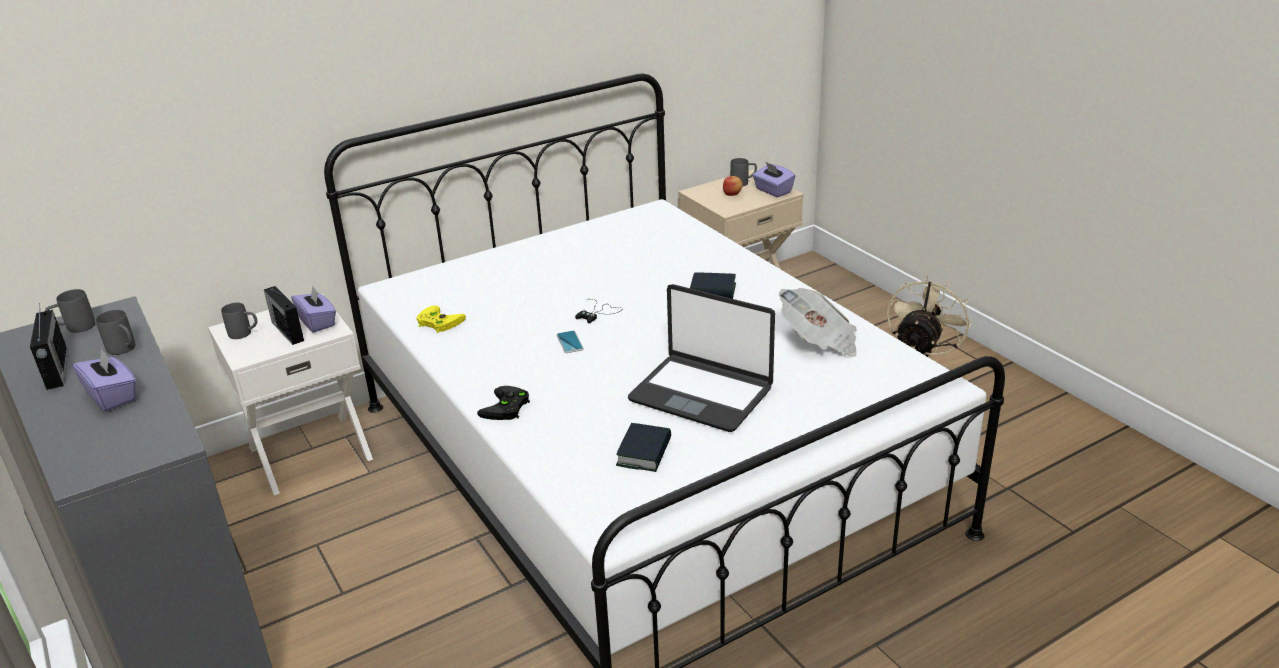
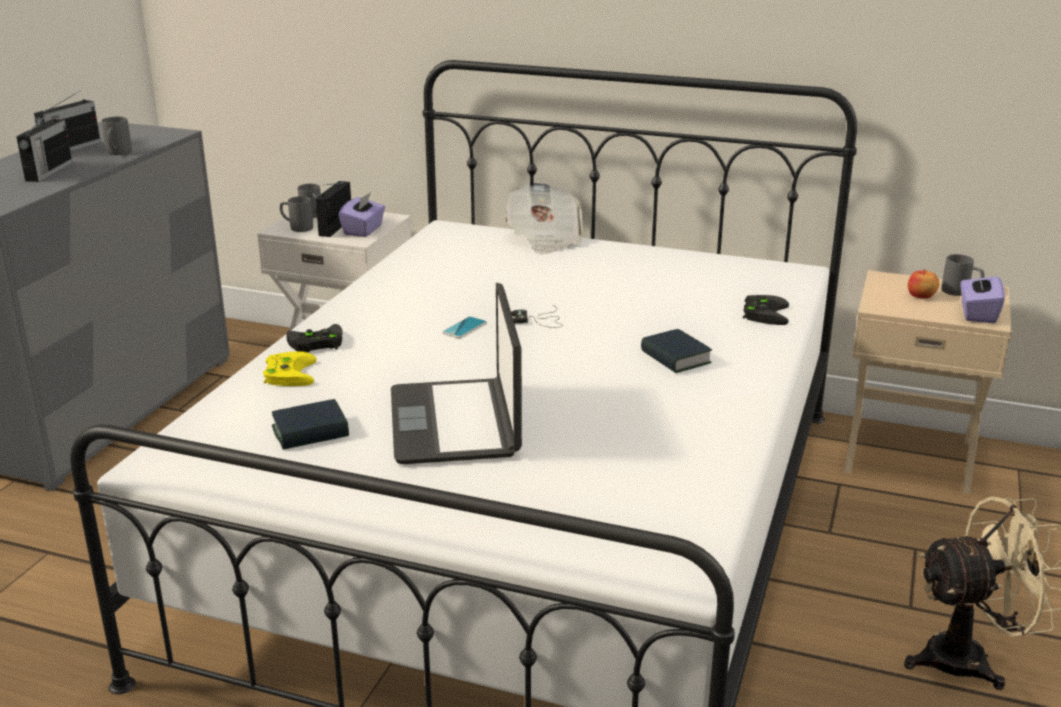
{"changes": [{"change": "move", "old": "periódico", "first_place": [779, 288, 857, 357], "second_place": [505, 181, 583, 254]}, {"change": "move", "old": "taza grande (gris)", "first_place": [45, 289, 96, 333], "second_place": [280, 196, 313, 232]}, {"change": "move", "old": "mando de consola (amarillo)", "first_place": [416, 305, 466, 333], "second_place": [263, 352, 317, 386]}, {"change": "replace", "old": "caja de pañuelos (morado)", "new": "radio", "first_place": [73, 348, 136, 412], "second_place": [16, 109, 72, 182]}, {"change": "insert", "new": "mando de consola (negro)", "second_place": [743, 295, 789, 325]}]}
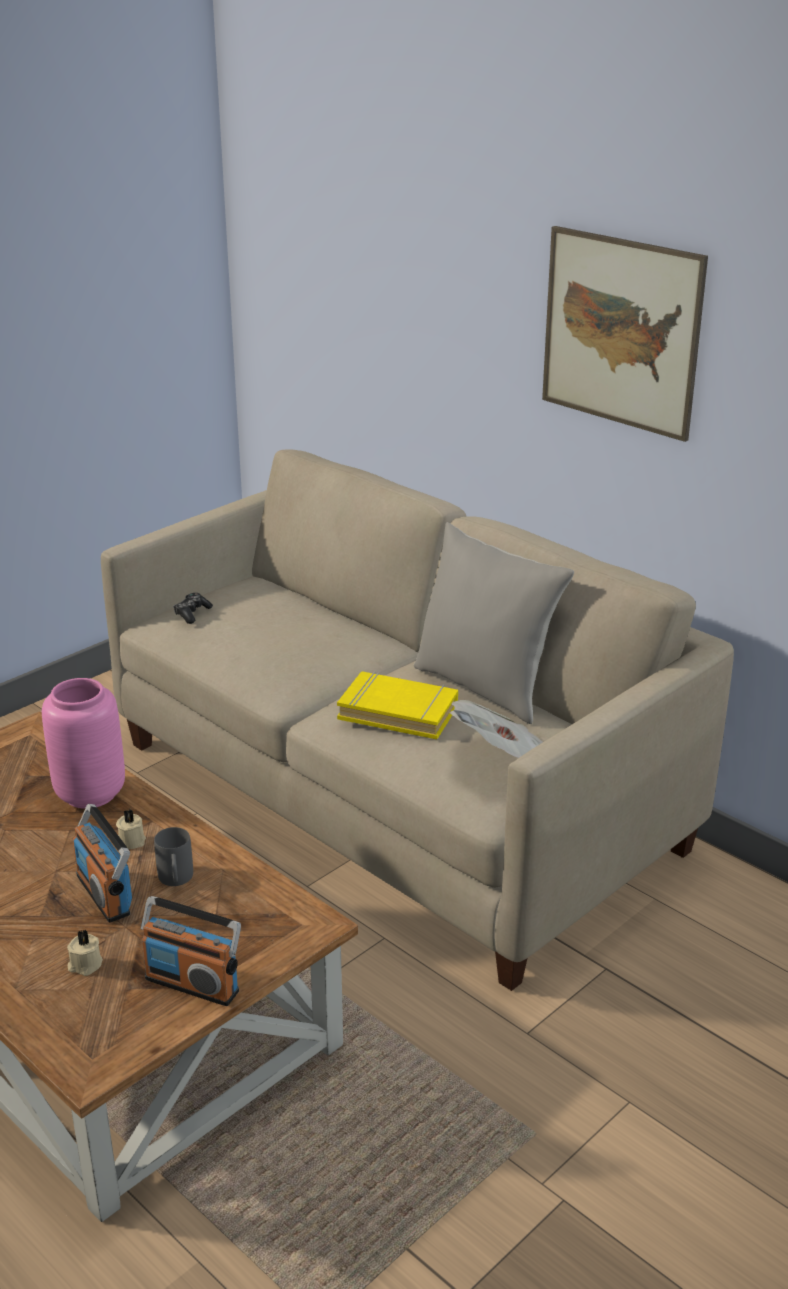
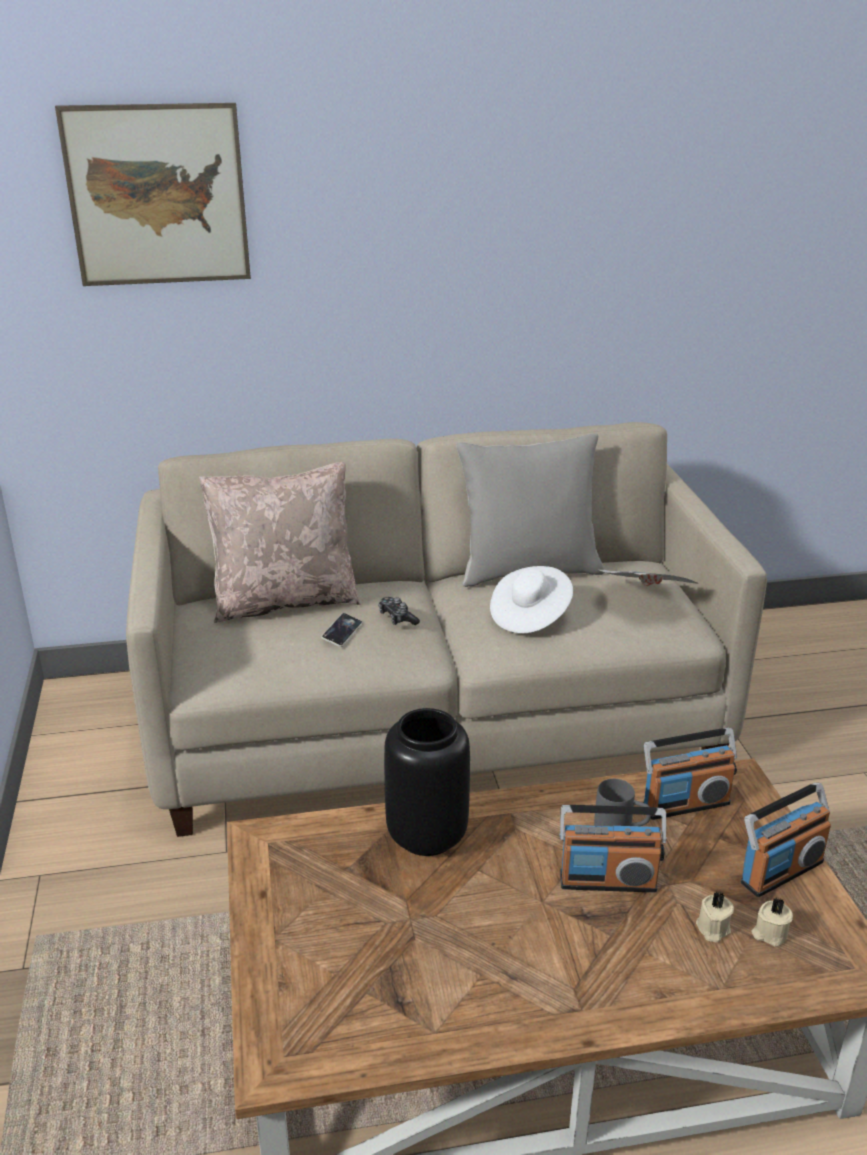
{"changes": [{"change": "move", "old": "cuadro", "first_place": [542, 226, 708, 442], "second_place": [55, 103, 251, 286]}, {"change": "move", "old": "mando de consola", "first_place": [173, 593, 213, 624], "second_place": [378, 597, 420, 625]}, {"change": "replace", "old": "libro (amarillo)", "new": "sombrero (blanco)", "first_place": [337, 671, 458, 739], "second_place": [490, 566, 573, 633]}, {"change": "recolor", "old": "florero (rosa)", "new": "florero (negro)", "first_place": [42, 678, 125, 809], "second_place": [384, 708, 470, 856]}, {"change": "move", "old": "vela (beis)", "first_place": [116, 810, 146, 849], "second_place": [752, 898, 793, 947]}, {"change": "insert", "new": "cojín (beis)", "second_place": [199, 462, 361, 623]}, {"change": "insert", "new": "móvil", "second_place": [321, 613, 363, 647]}, {"change": "insert", "new": "radio", "second_place": [643, 728, 737, 820]}]}
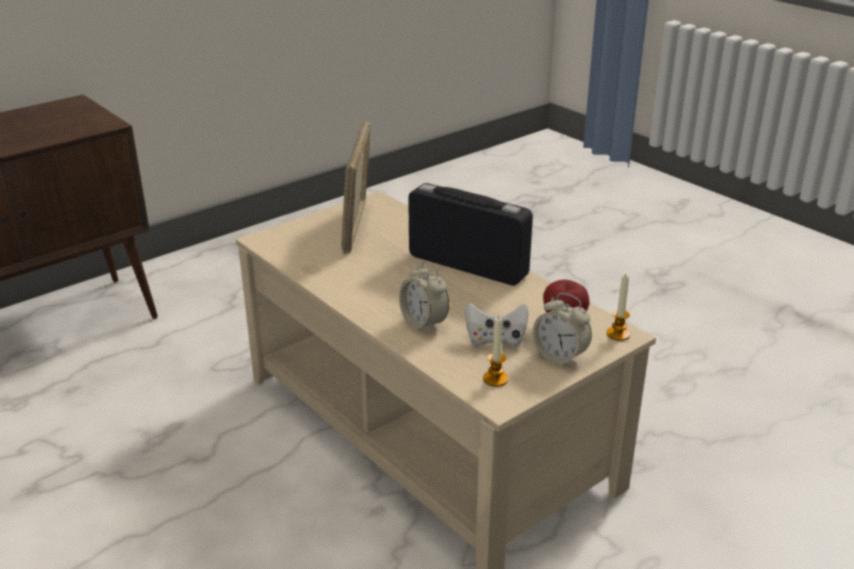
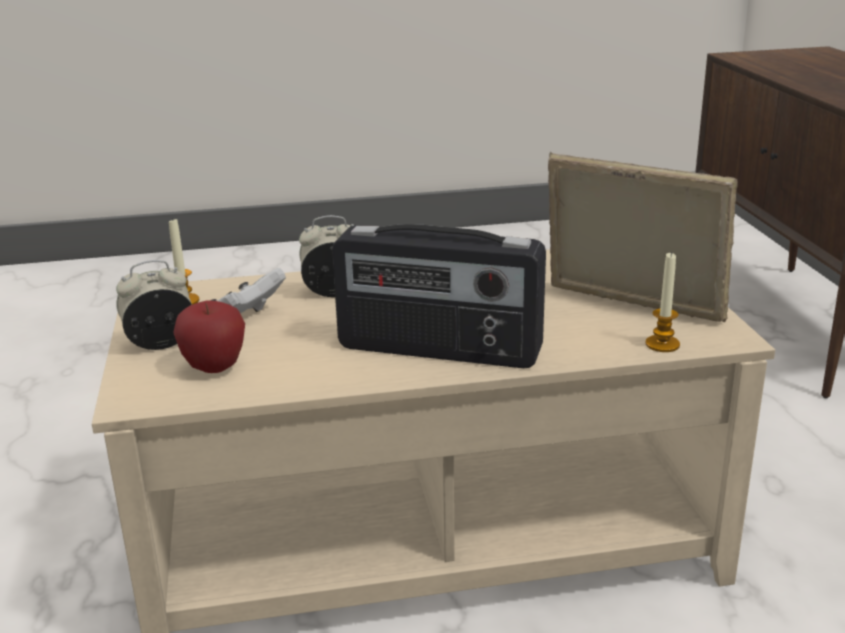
{"changes": [{"change": "rotate", "old": "radio", "first_place": [408, 183, 533, 286], "second_place": [332, 224, 546, 368], "degrees": 45}, {"change": "move", "old": "vela", "first_place": [607, 275, 630, 341], "second_place": [646, 251, 680, 352]}]}
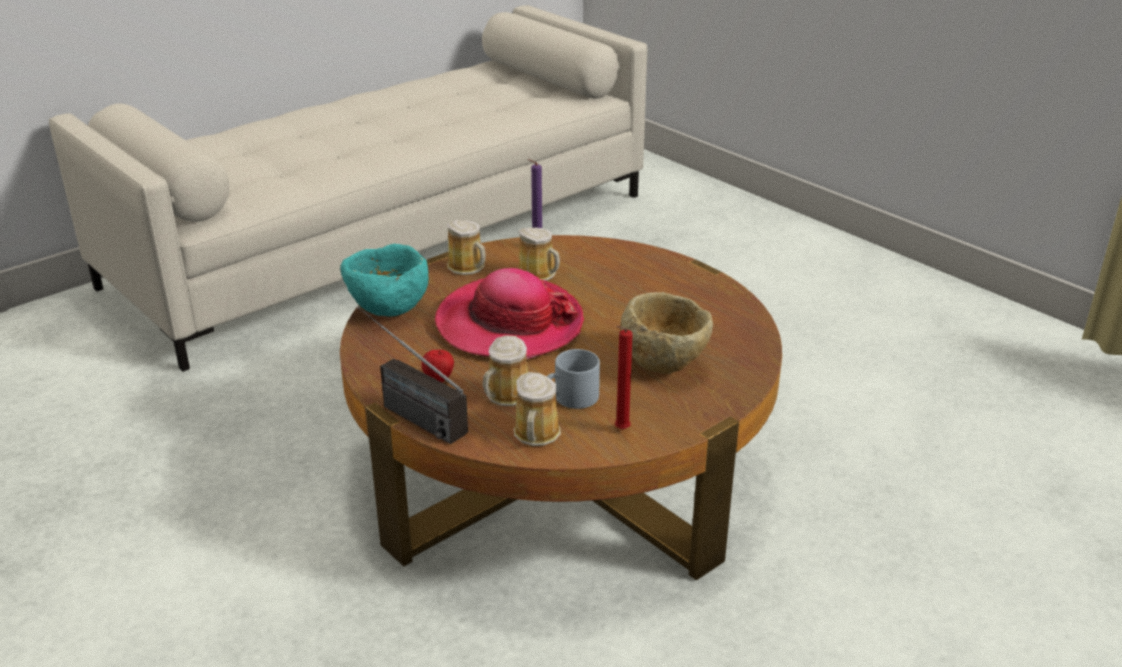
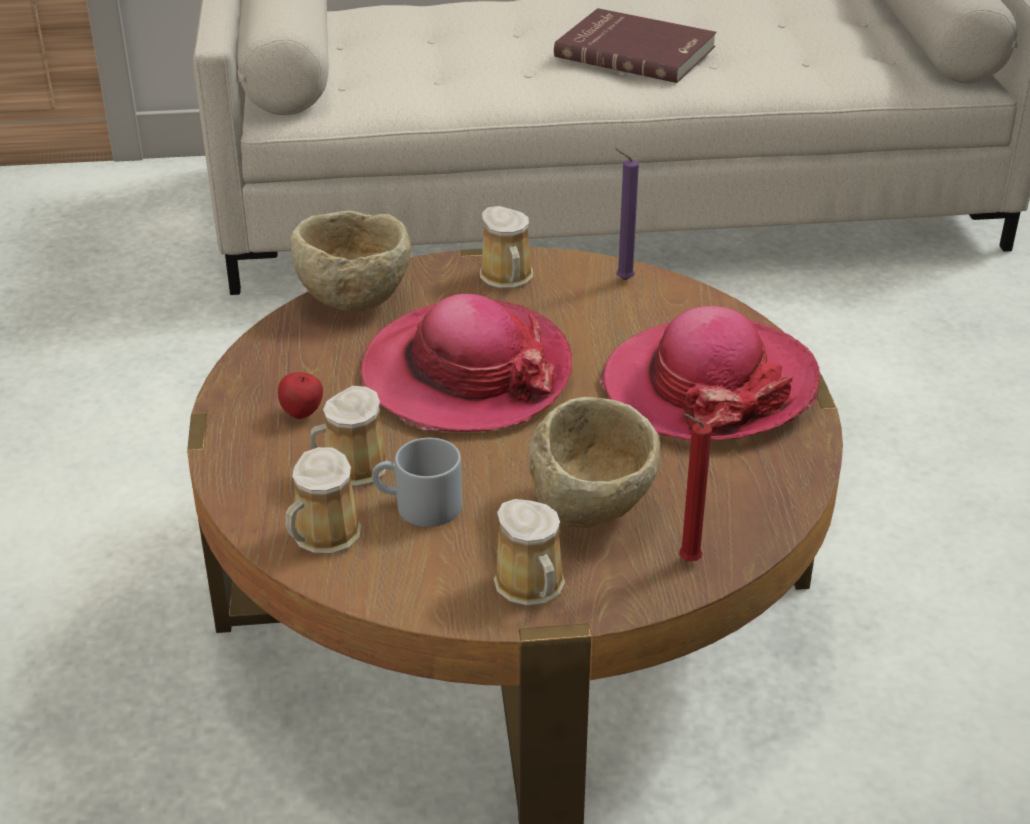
{"changes": [{"change": "move", "old": "taza grande", "first_place": [519, 228, 560, 281], "second_place": [494, 499, 565, 606]}, {"change": "recolor", "old": "cuenco (turquesa)", "new": "cuenco (beis)", "first_place": [340, 244, 429, 316], "second_place": [290, 211, 411, 312]}, {"change": "delete", "old": "radio", "first_place": [357, 306, 468, 444]}, {"change": "move", "old": "vela (rojo)", "first_place": [615, 326, 633, 430], "second_place": [679, 413, 712, 561]}, {"change": "insert", "new": "libro (rojo)", "second_place": [554, 8, 716, 83]}, {"change": "insert", "new": "sombrero", "second_place": [600, 306, 820, 440]}]}
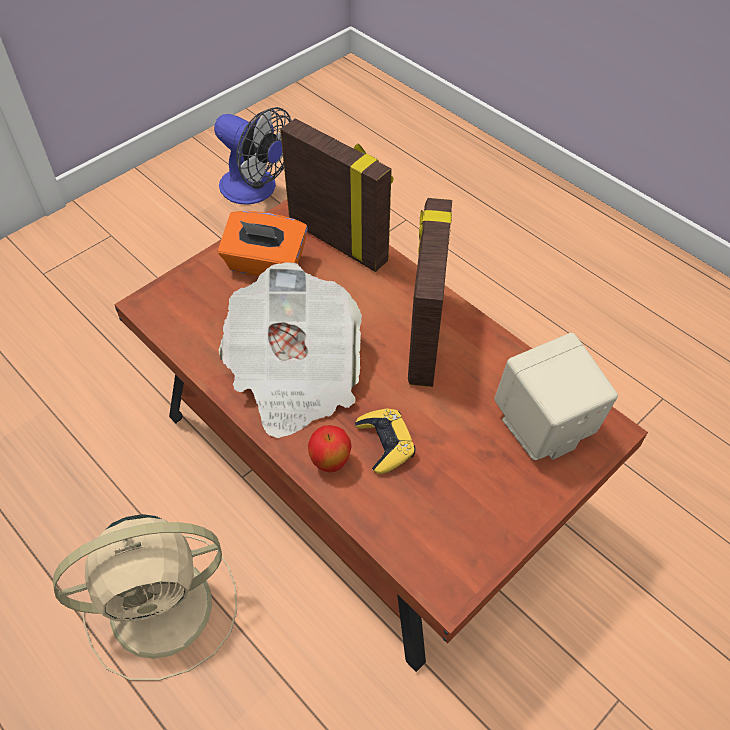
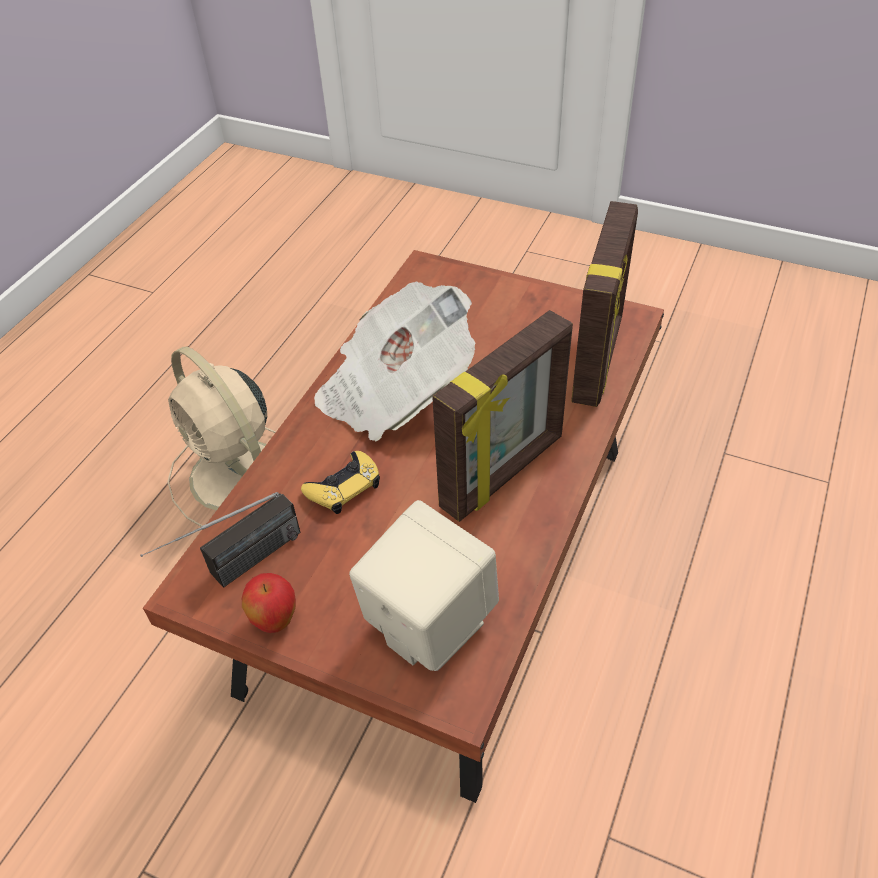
{"changes": [{"change": "delete", "old": "ventilador", "first_place": [214, 107, 292, 205]}, {"change": "rotate", "old": "portarretratos", "first_place": [408, 198, 452, 387], "second_place": [432, 310, 573, 522], "degrees": 150}, {"change": "delete", "old": "caja de pañuelos (naranja)", "first_place": [218, 211, 308, 276]}, {"change": "move", "old": "manzana", "first_place": [308, 425, 352, 472], "second_place": [242, 573, 296, 633]}, {"change": "insert", "new": "radio", "second_place": [140, 492, 300, 588]}]}
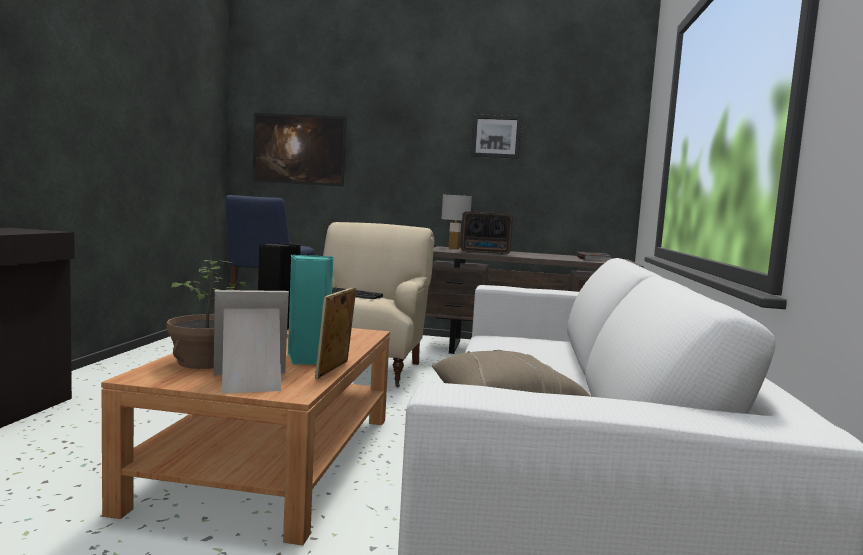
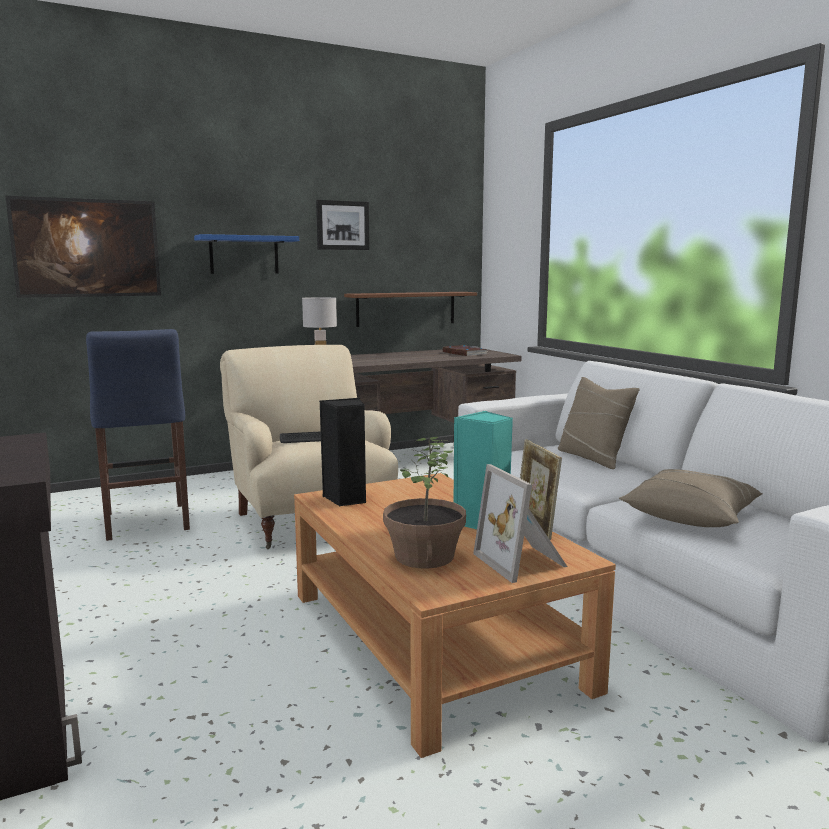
{"changes": [{"change": "delete", "old": "radio", "first_place": [461, 211, 513, 255]}, {"change": "rotate", "old": "portarretratos", "first_place": [214, 290, 289, 394], "second_place": [473, 464, 568, 583], "degrees": -60}, {"change": "insert", "new": "estante (azul)", "second_place": [194, 234, 299, 274]}, {"change": "insert", "new": "estante (marrón)", "second_place": [344, 292, 477, 327]}, {"change": "insert", "new": "cojín (beis)", "second_place": [558, 377, 640, 469]}]}
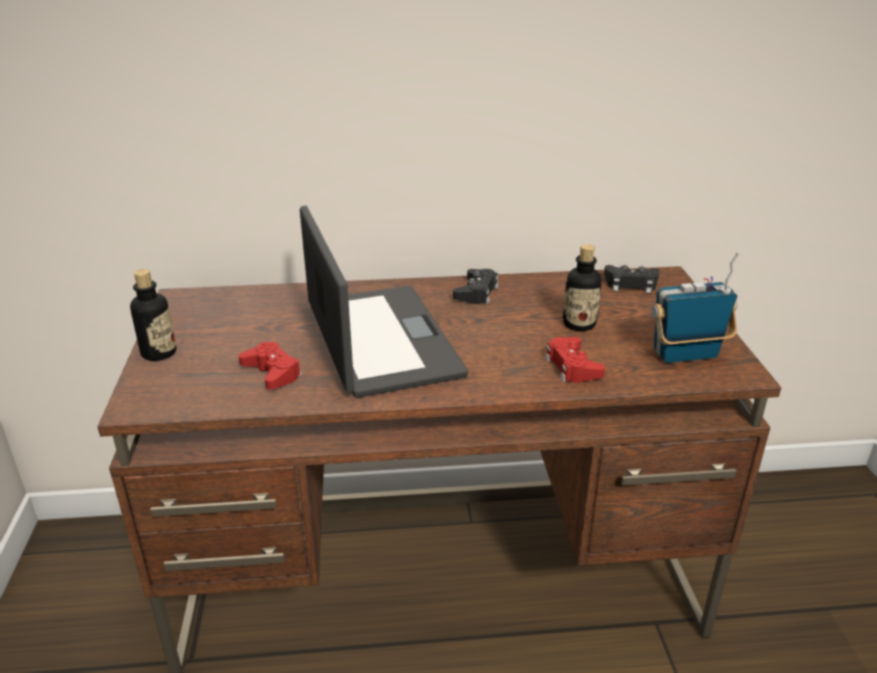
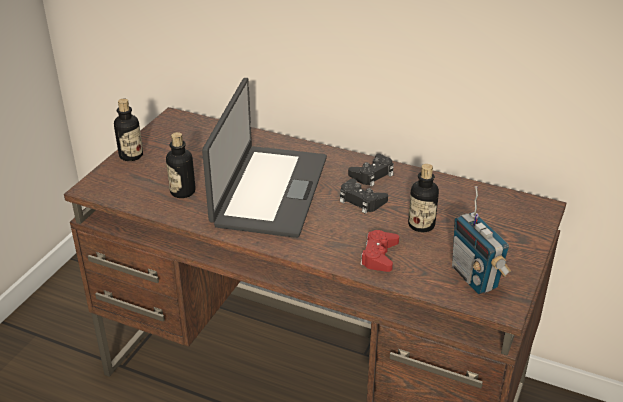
{"changes": [{"change": "rotate", "old": "radio", "first_place": [651, 252, 740, 363], "second_place": [452, 186, 511, 294], "degrees": -135}, {"change": "move", "old": "mando de consola (negro)", "first_place": [604, 265, 660, 293], "second_place": [340, 179, 388, 214]}, {"change": "replace", "old": "mando de consola (rojo)", "new": "botella", "first_place": [239, 342, 302, 390], "second_place": [166, 132, 196, 198]}]}
